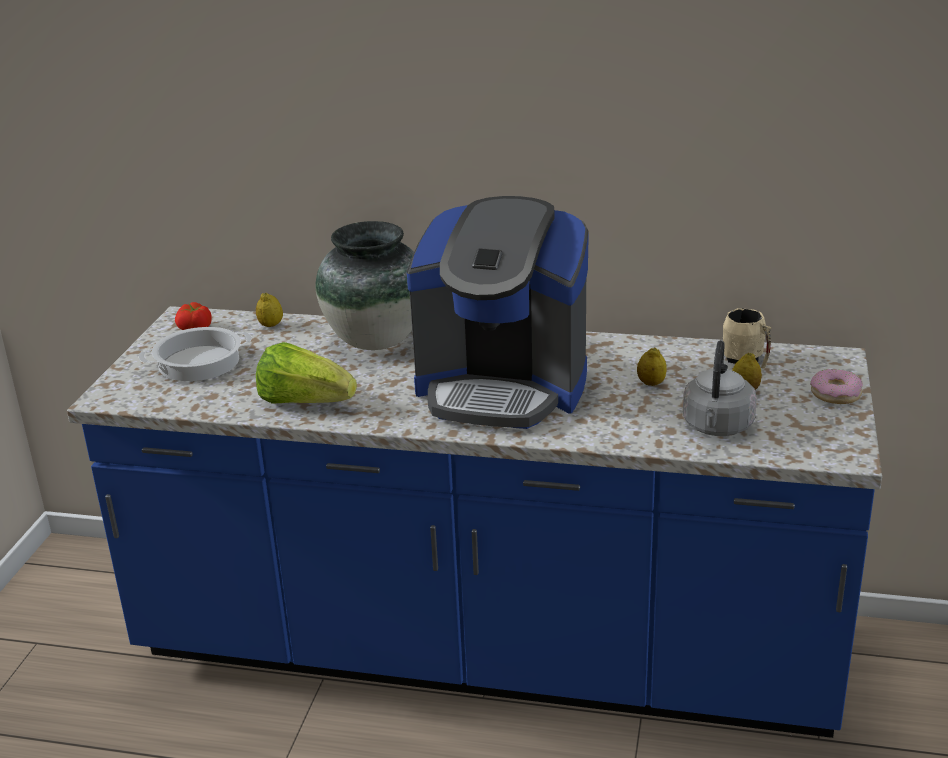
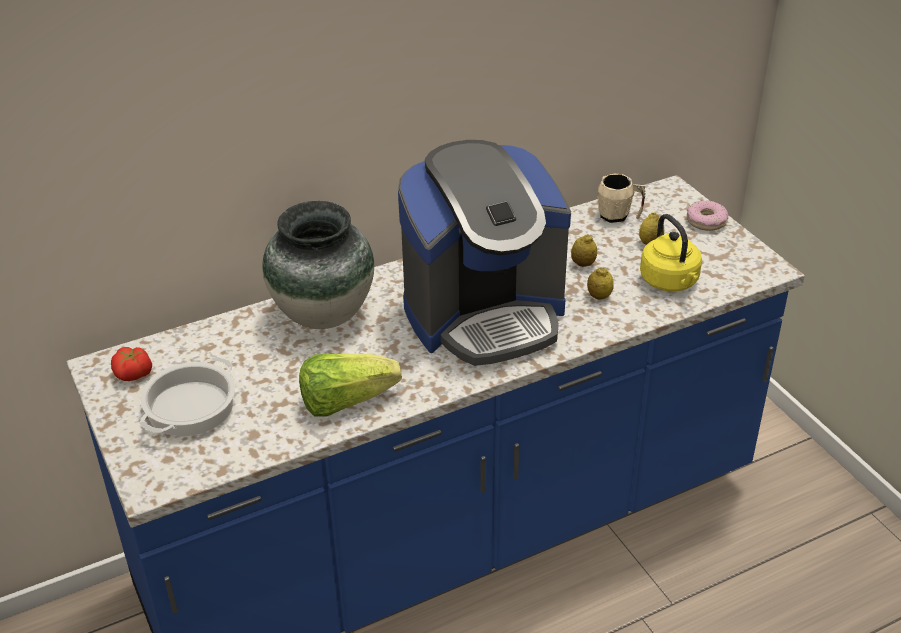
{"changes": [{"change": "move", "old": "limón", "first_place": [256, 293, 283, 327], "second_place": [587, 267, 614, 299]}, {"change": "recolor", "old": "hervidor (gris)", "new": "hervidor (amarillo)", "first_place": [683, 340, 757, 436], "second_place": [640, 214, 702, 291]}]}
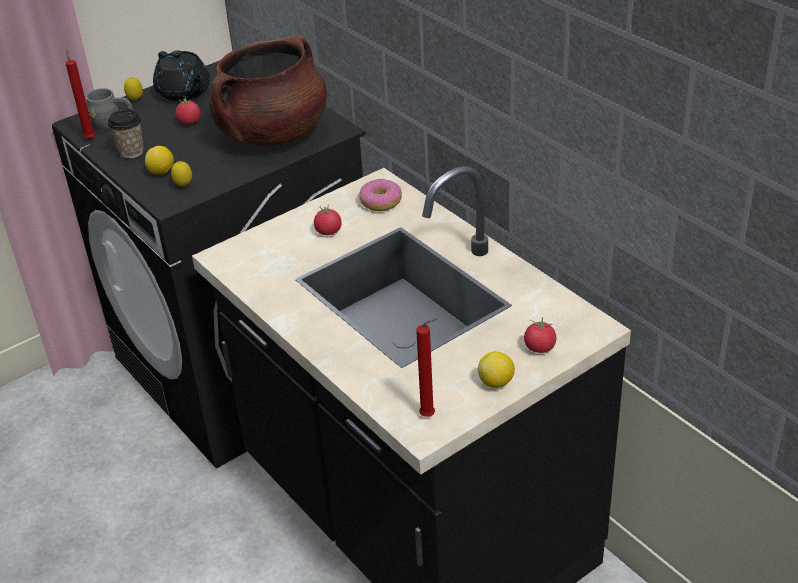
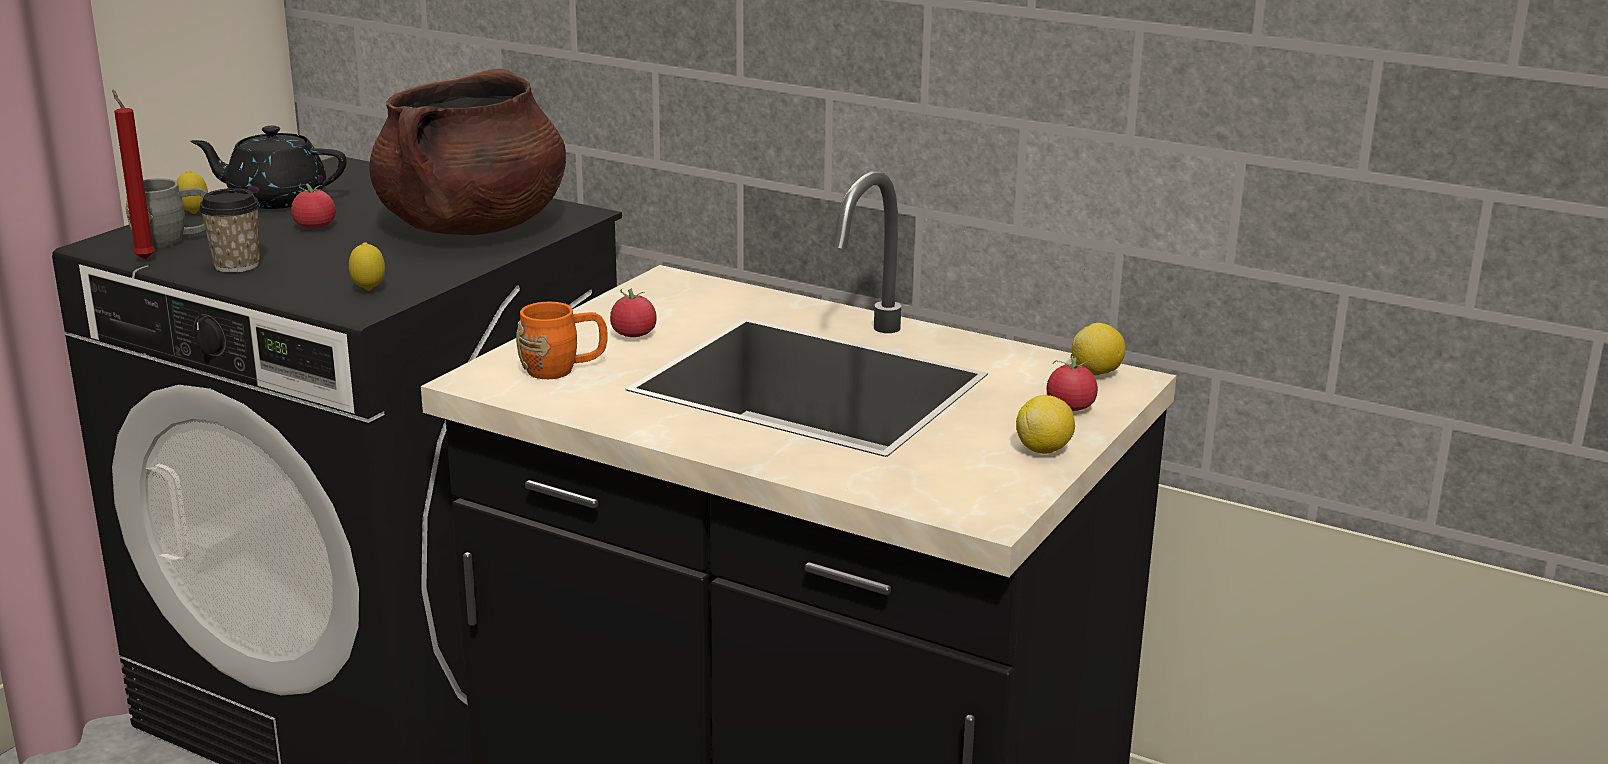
{"changes": [{"change": "rotate", "old": "tetera (negro)", "first_place": [153, 50, 210, 101], "second_place": [190, 126, 347, 209], "degrees": 150}, {"change": "move", "old": "limón", "first_place": [145, 146, 174, 175], "second_place": [1072, 323, 1125, 375]}, {"change": "delete", "old": "rosquilla", "first_place": [359, 179, 402, 211]}, {"change": "delete", "old": "vela (rojo)", "first_place": [416, 319, 437, 417]}, {"change": "insert", "new": "taza grande (naranja)", "second_place": [516, 302, 607, 379]}]}
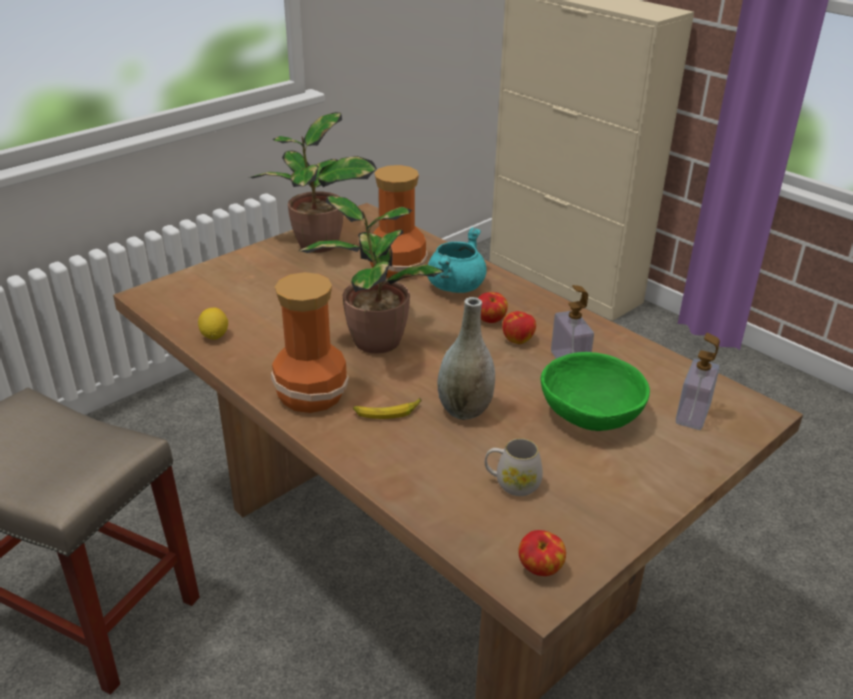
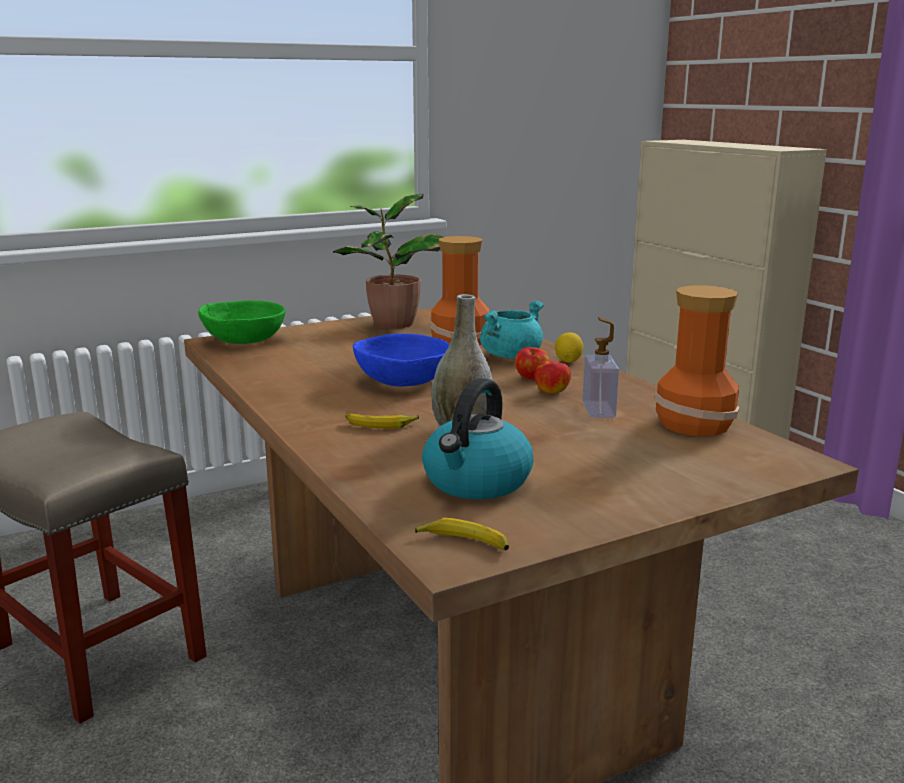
{"changes": [{"change": "replace", "old": "planta en maceta", "new": "cuenco (azul)", "first_place": [299, 196, 444, 354], "second_place": [353, 333, 450, 386]}, {"change": "move", "old": "florero", "first_place": [271, 272, 349, 413], "second_place": [654, 285, 739, 436]}, {"change": "move", "old": "limón", "first_place": [198, 308, 228, 340], "second_place": [555, 332, 584, 363]}, {"change": "delete", "old": "dispensador de jabón", "first_place": [676, 333, 720, 430]}, {"change": "move", "old": "cuenco (verde)", "first_place": [540, 352, 650, 431], "second_place": [198, 300, 286, 344]}, {"change": "replace", "old": "taza grande (blanco)", "new": "hervidor", "first_place": [485, 438, 543, 496], "second_place": [422, 378, 533, 499]}, {"change": "replace", "old": "manzana", "new": "plátano", "first_place": [518, 530, 566, 576], "second_place": [415, 518, 509, 550]}]}
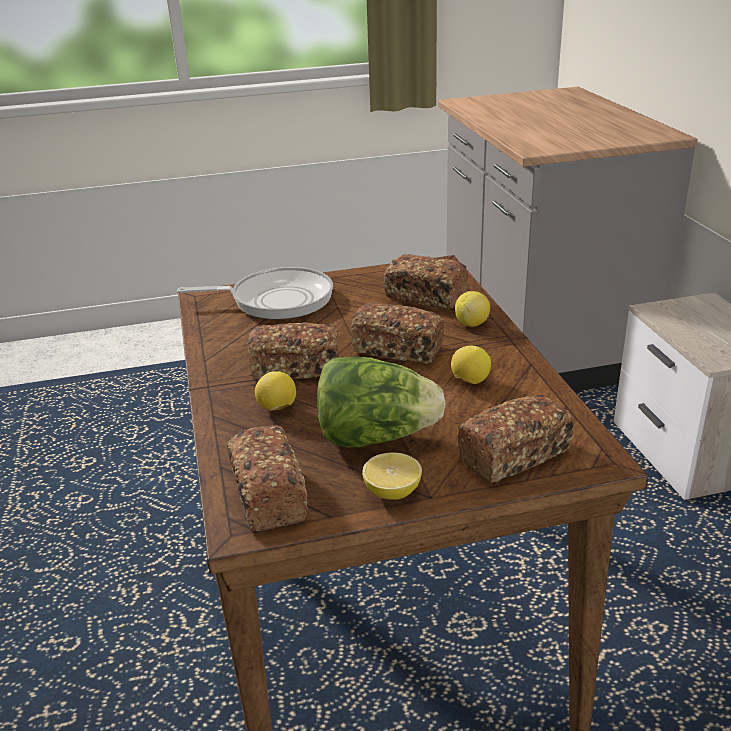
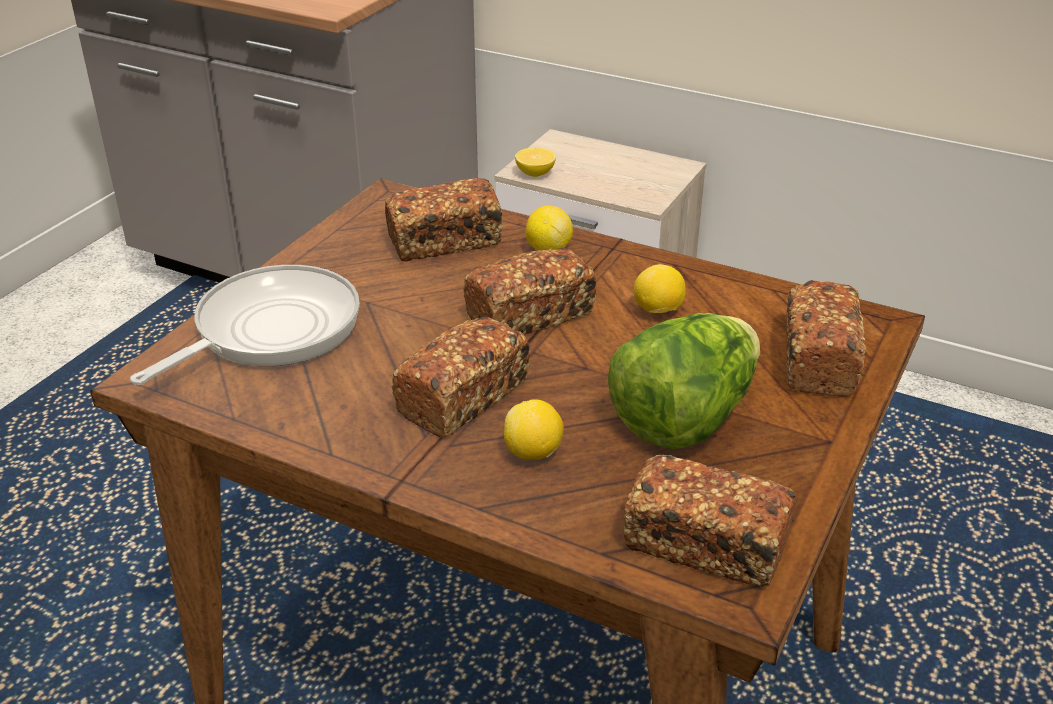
{"changes": [{"change": "move", "old": "limón", "first_place": [362, 453, 422, 500], "second_place": [515, 147, 556, 177]}]}
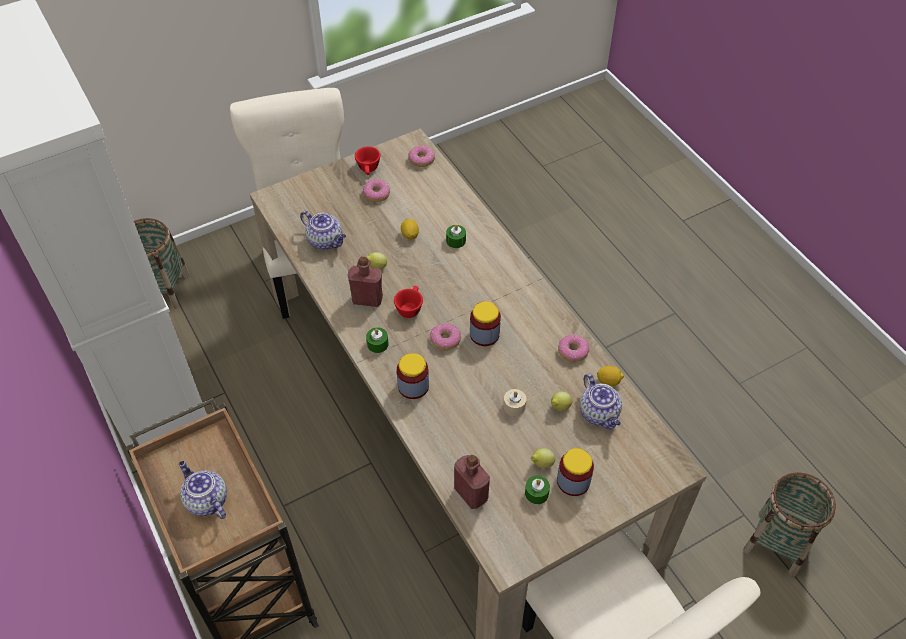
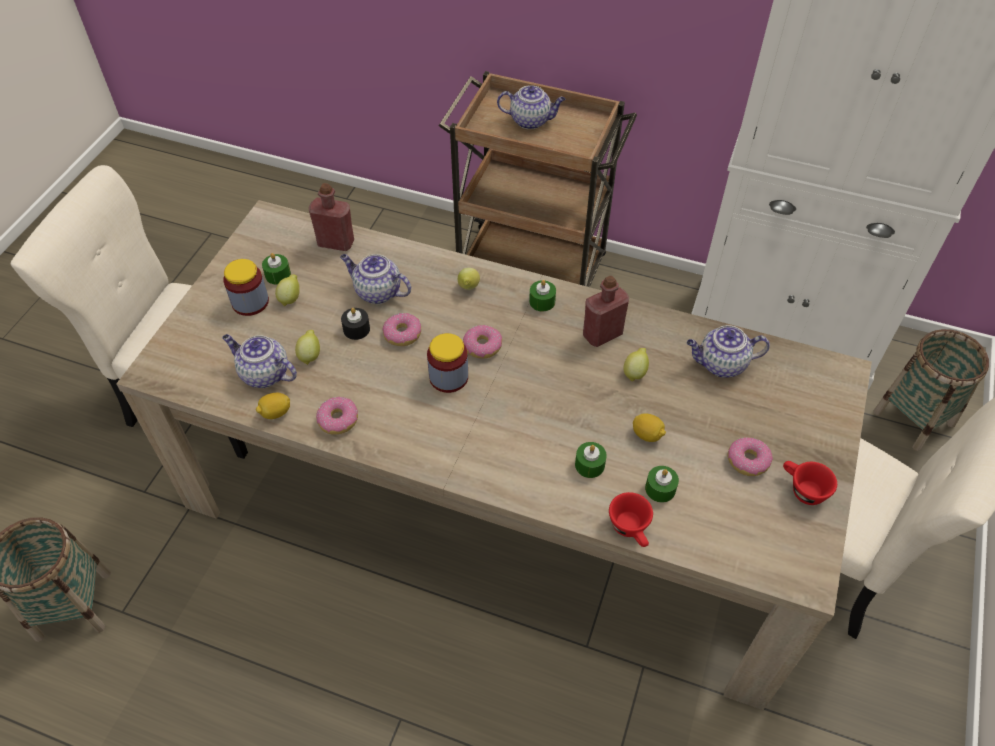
{"changes": [{"change": "move", "old": "rosquilla", "first_place": [408, 146, 435, 167], "second_place": [382, 313, 421, 346]}, {"change": "move", "old": "taza (rojo)", "first_place": [394, 286, 423, 318], "second_place": [609, 492, 653, 547]}, {"change": "replace", "old": "tarro", "new": "limón", "first_place": [397, 353, 429, 399], "second_place": [458, 268, 480, 290]}, {"change": "recolor", "old": "vela (beis)", "new": "vela (negro)", "first_place": [503, 389, 527, 416], "second_place": [341, 308, 370, 340]}, {"change": "insert", "new": "tetera", "second_place": [340, 254, 411, 304]}, {"change": "insert", "new": "vela (verde)", "second_place": [645, 466, 679, 503]}]}
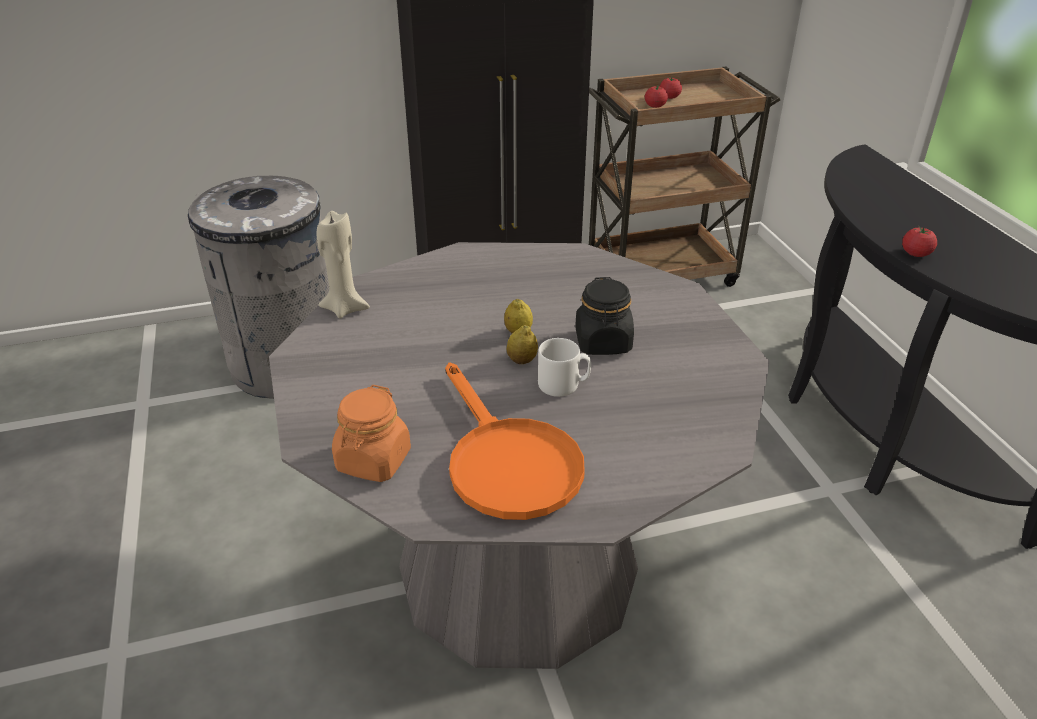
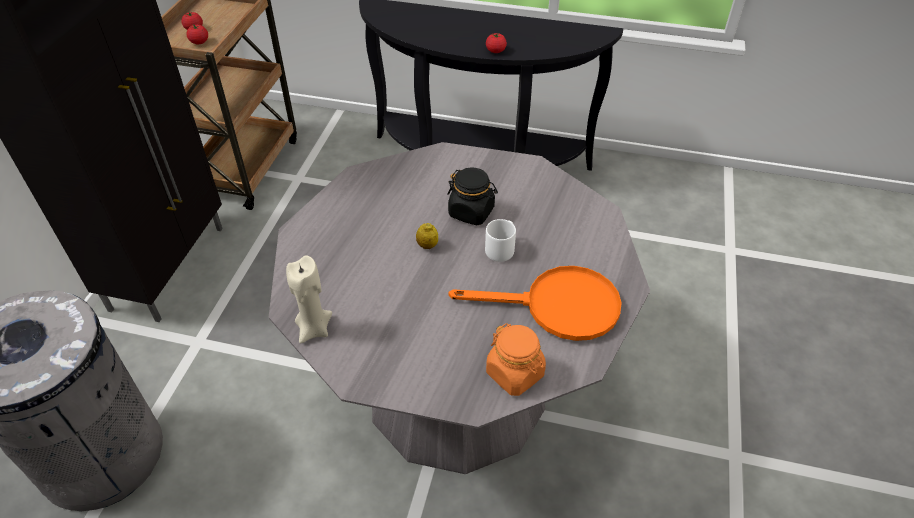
{"changes": [{"change": "delete", "old": "limón", "first_place": [507, 325, 538, 364]}]}
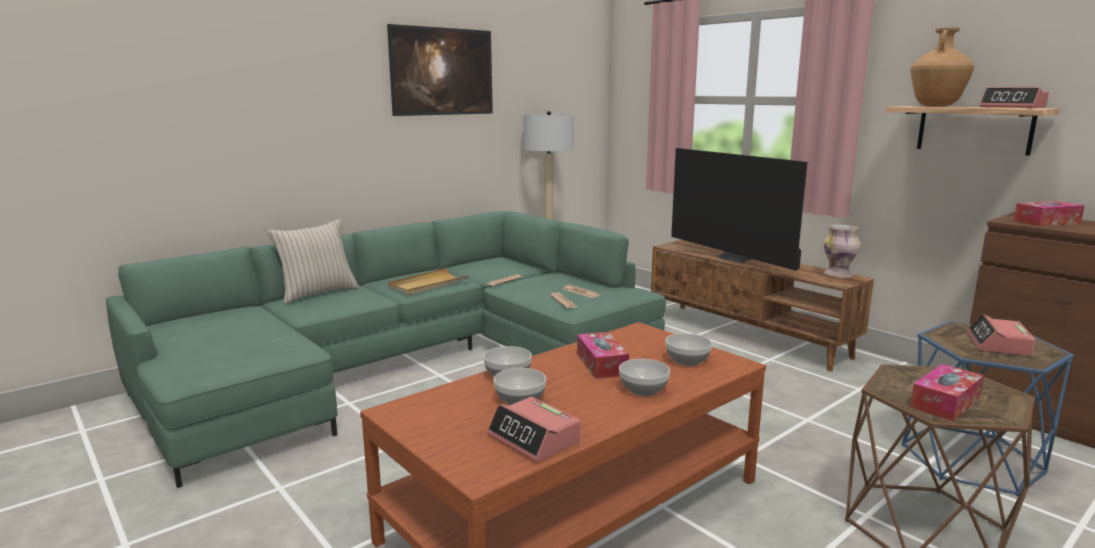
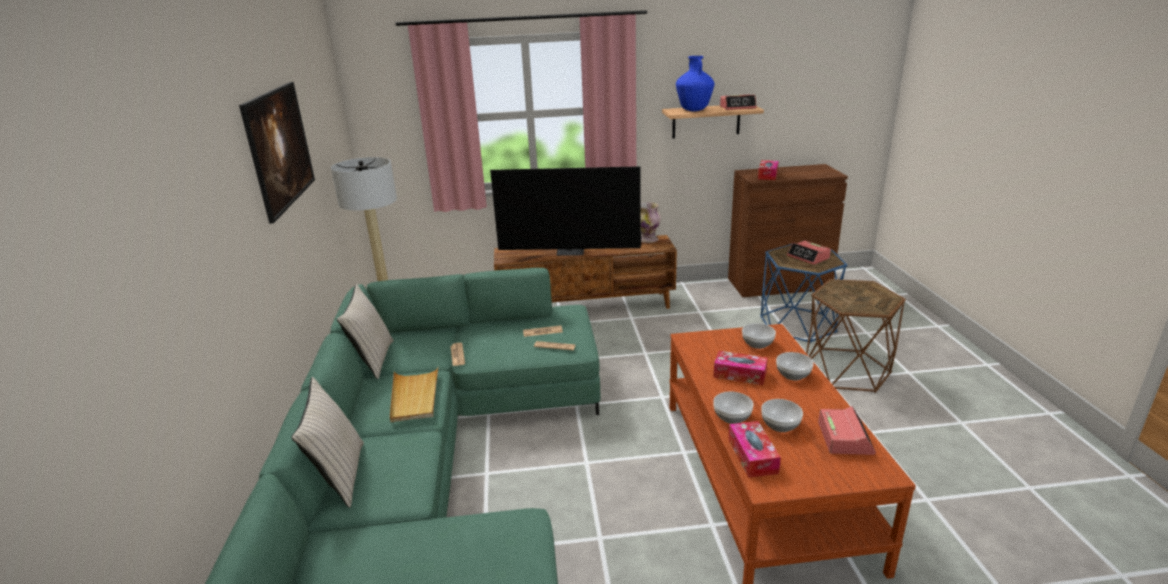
{"changes": [{"change": "recolor", "old": "florero (marrón)", "new": "florero (azul)", "first_place": [911, 28, 974, 107], "second_place": [676, 56, 715, 112]}, {"change": "move", "old": "caja de pañuelos", "first_place": [910, 364, 984, 421], "second_place": [728, 421, 781, 478]}, {"change": "rotate", "old": "despertador", "first_place": [487, 397, 581, 463], "second_place": [818, 406, 876, 455], "degrees": -75}, {"change": "insert", "new": "cojín (beis)", "second_place": [337, 284, 394, 379]}]}
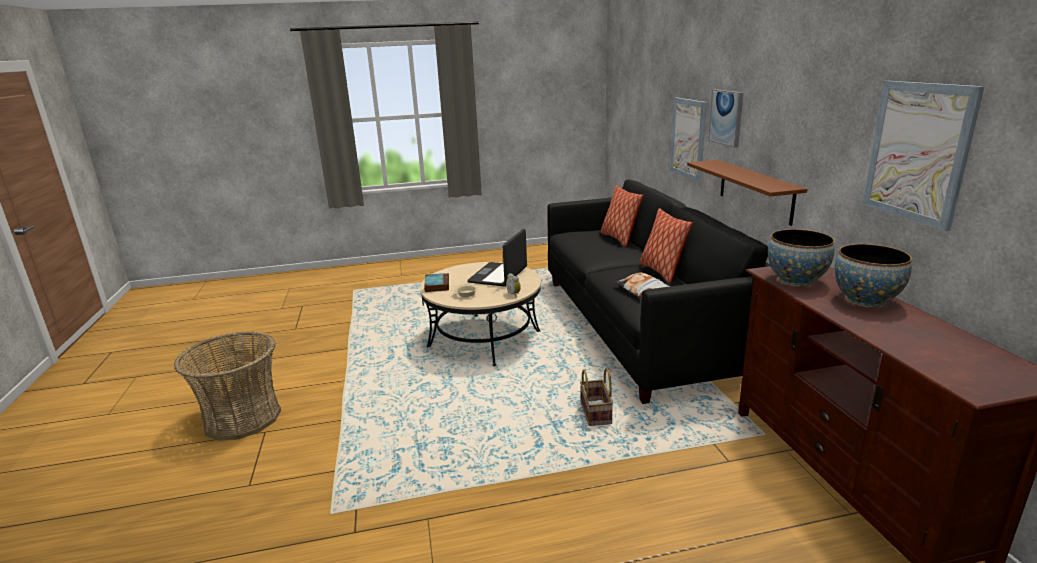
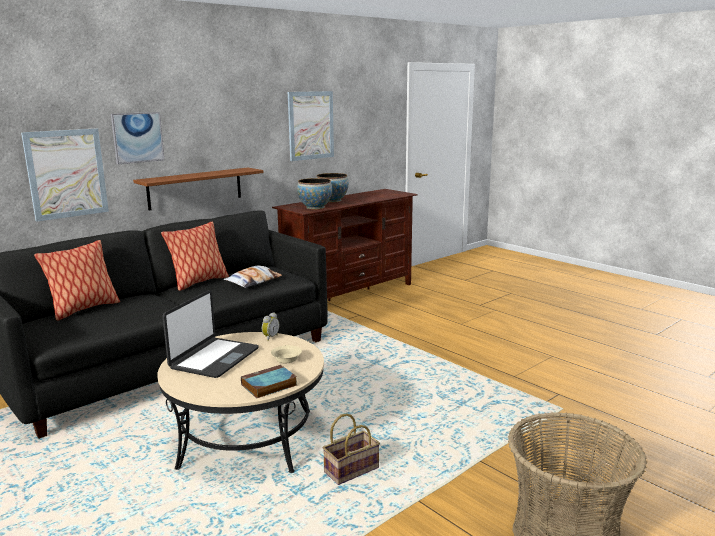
{"changes": [{"change": "rotate", "old": "portátil", "first_place": [467, 229, 527, 287], "second_place": [162, 290, 259, 378], "degrees": -60}, {"change": "move", "old": "cesta", "first_place": [580, 368, 613, 426], "second_place": [323, 413, 380, 485]}]}
